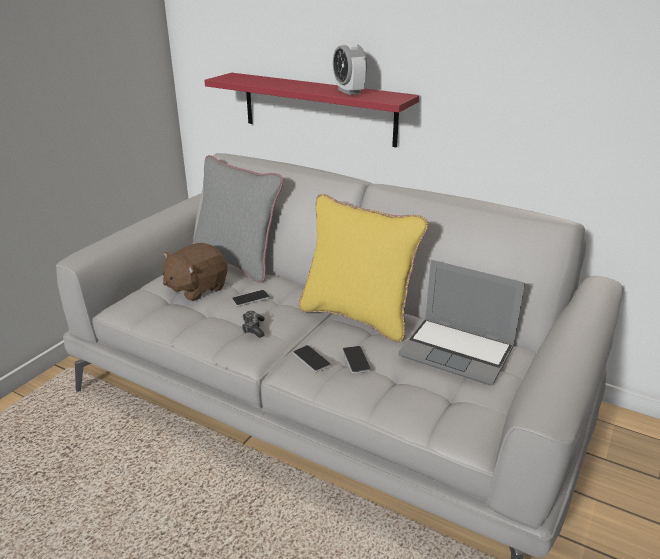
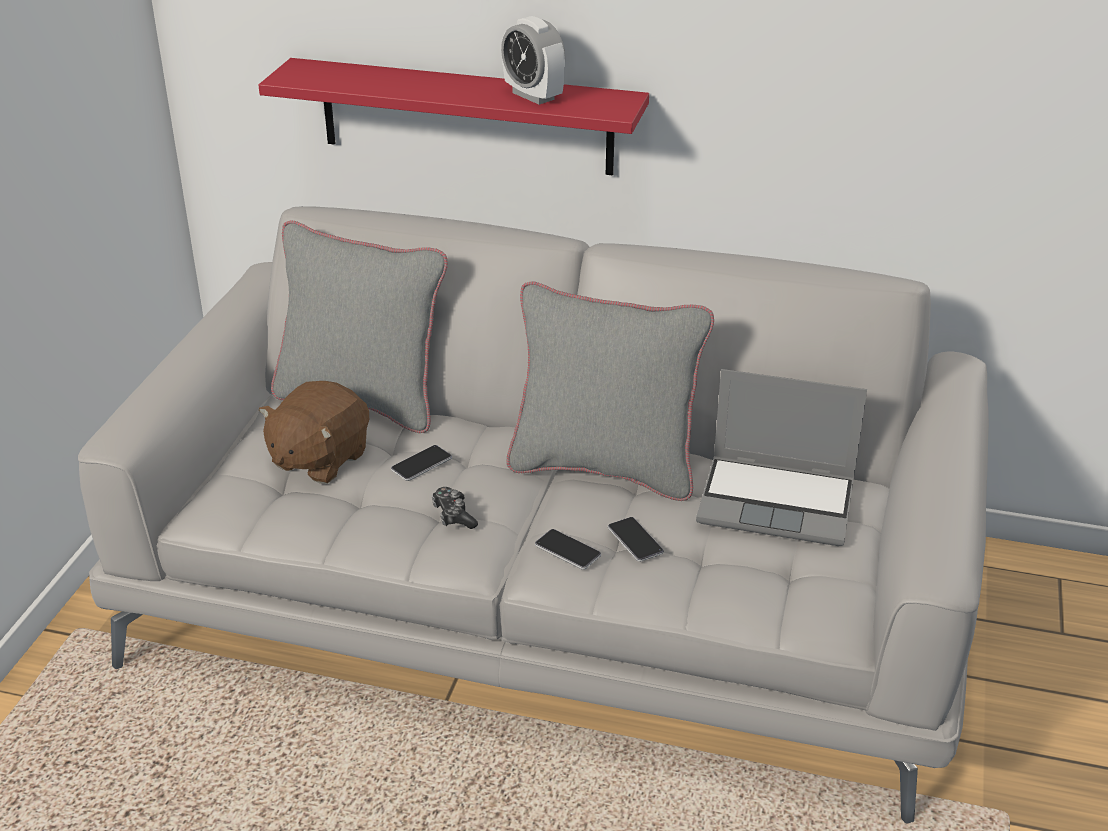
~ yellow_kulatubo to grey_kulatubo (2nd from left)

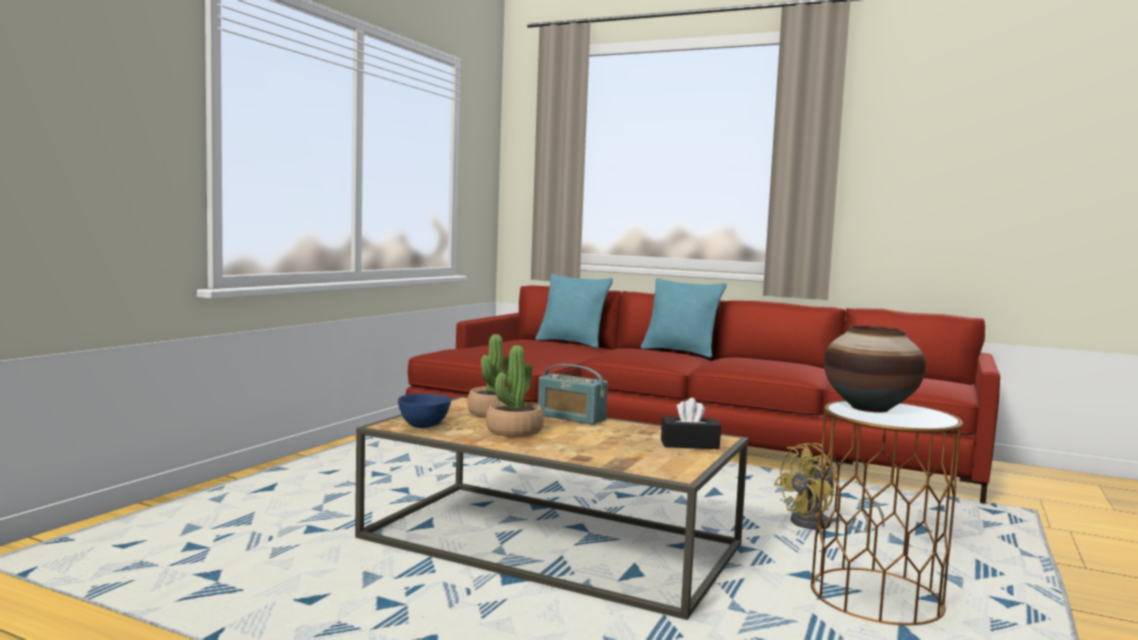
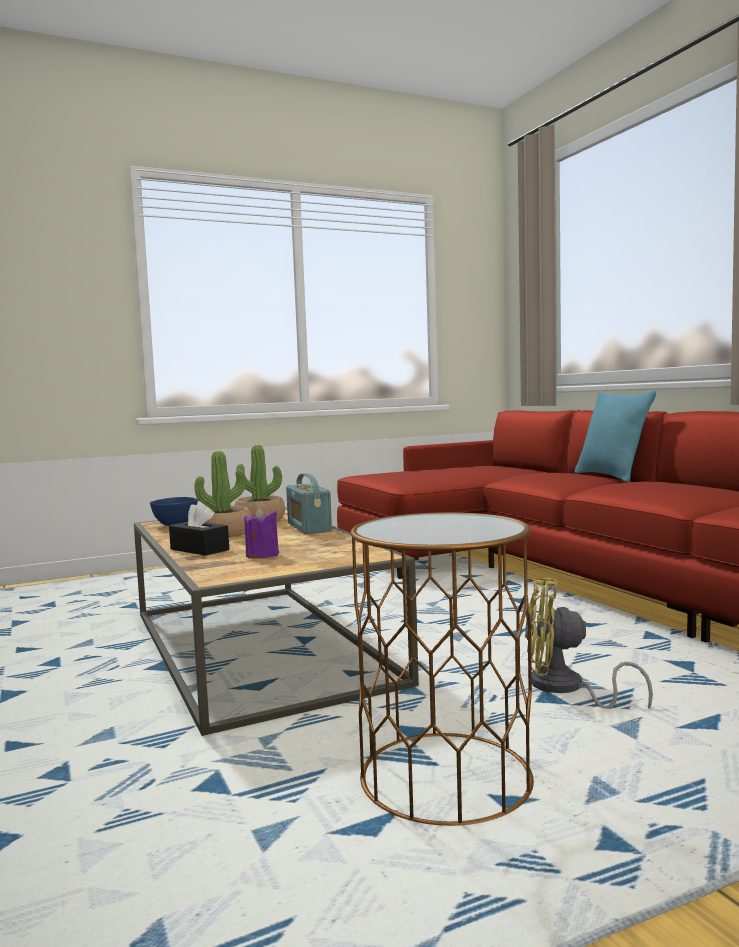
- turquoise_kulatubo (1st from left)
- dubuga
+ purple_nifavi
~ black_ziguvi

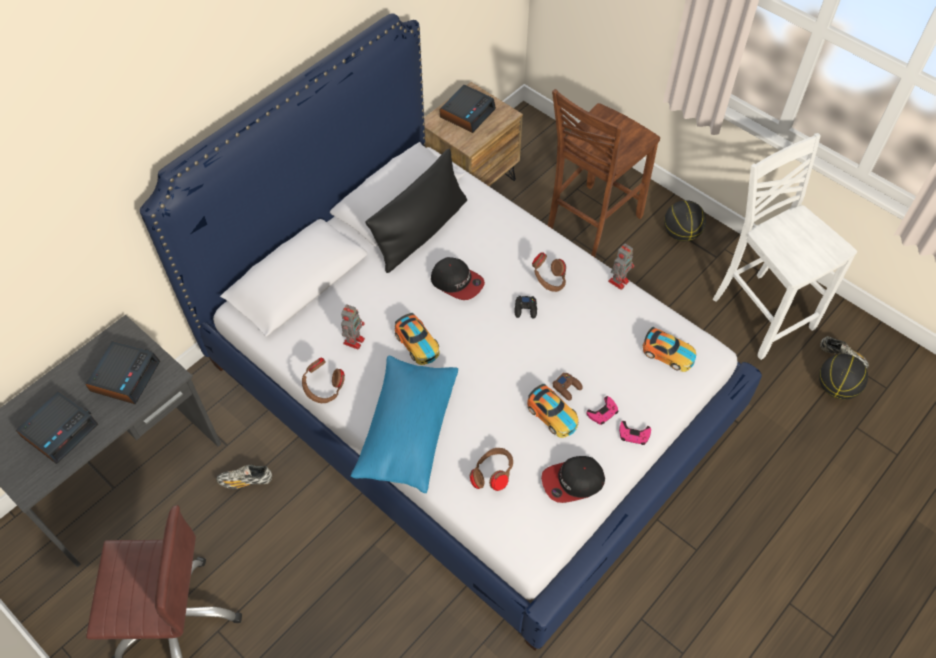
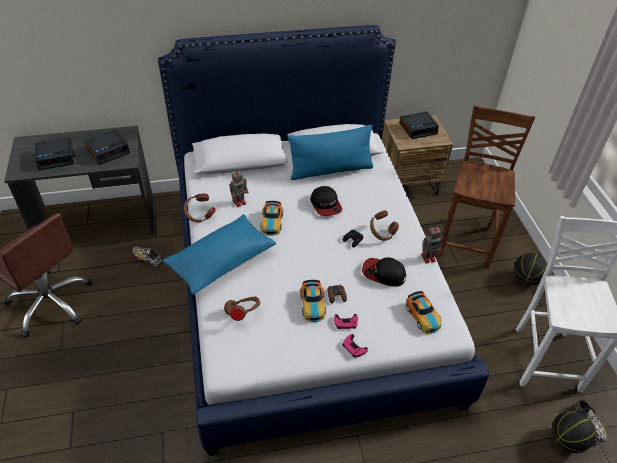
~ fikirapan (2nd from left)
~ black_kulatubo to blue_kulatubo (2nd from left)
~ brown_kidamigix 120 degrees clockwise

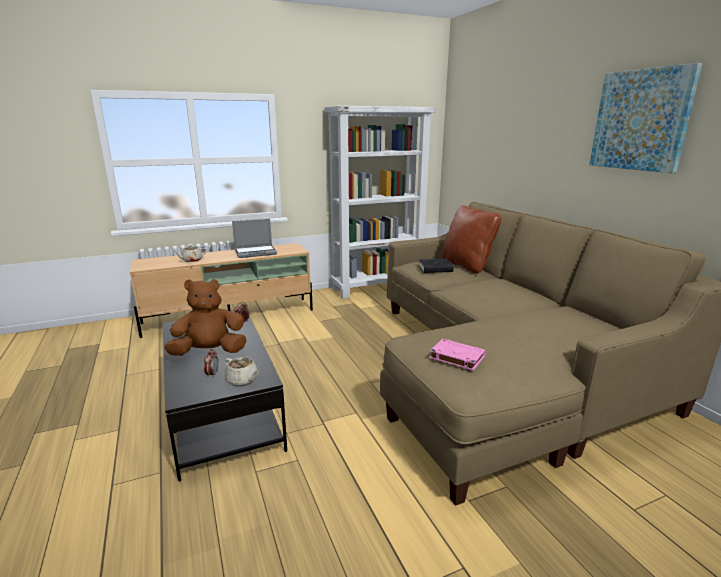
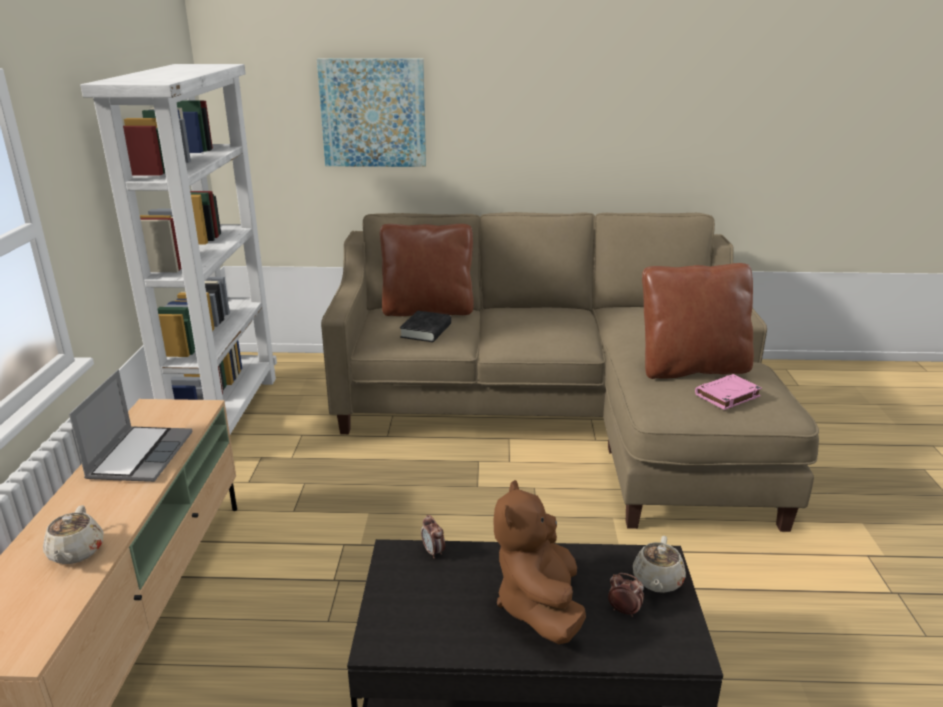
+ brown_kulatubo (2nd from left)
~ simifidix
~ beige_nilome (2nd from left) 135 degrees clockwise

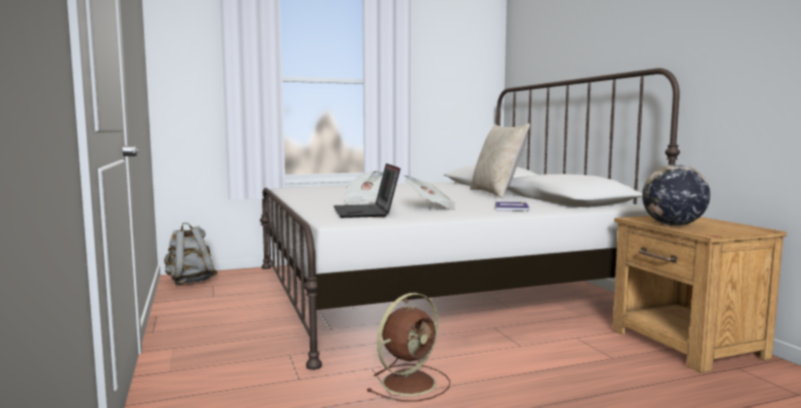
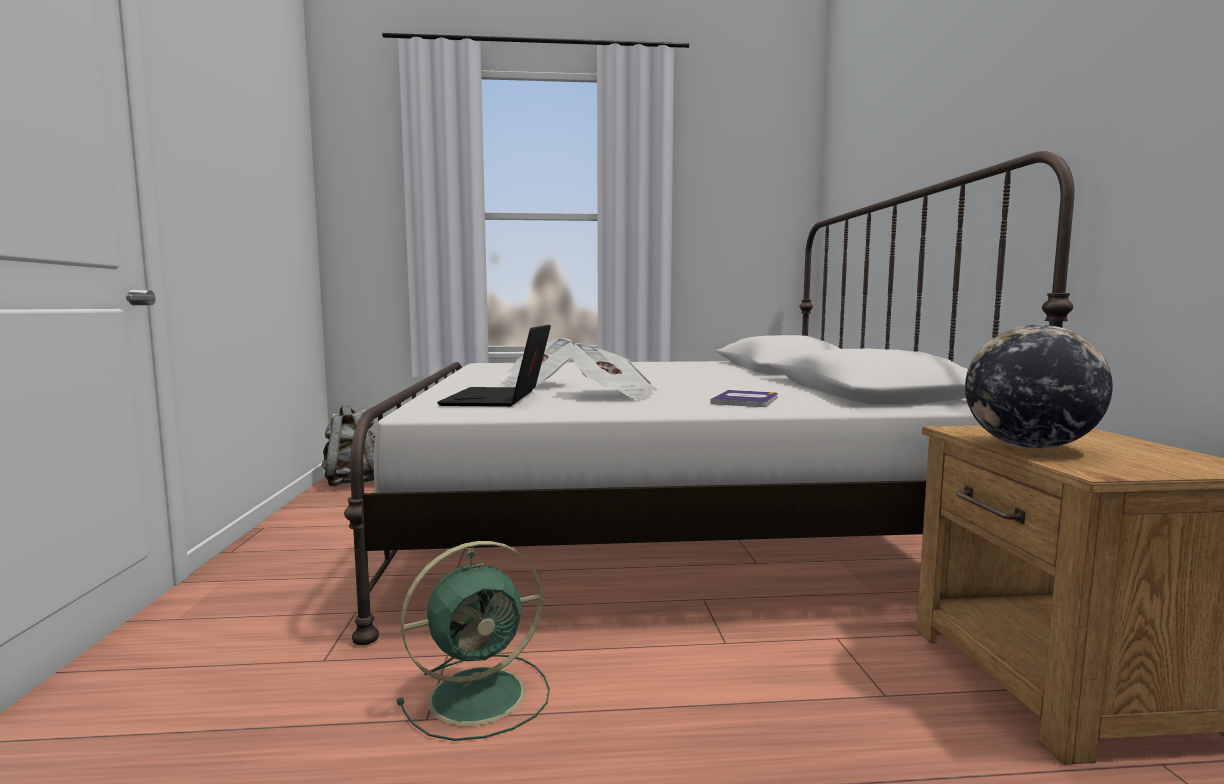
- beige_kulatubo
~ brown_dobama to green_dobama

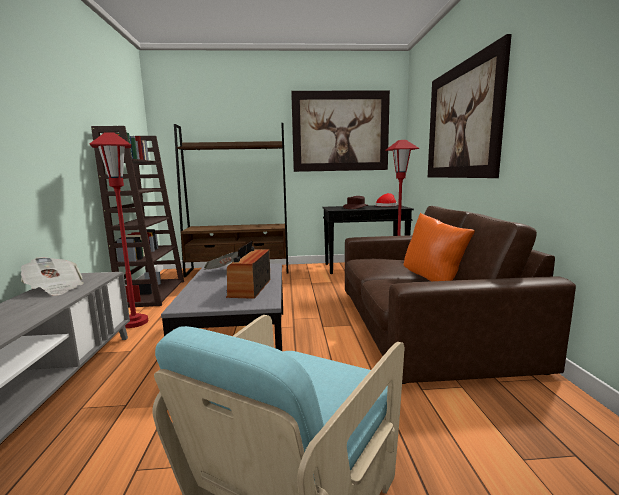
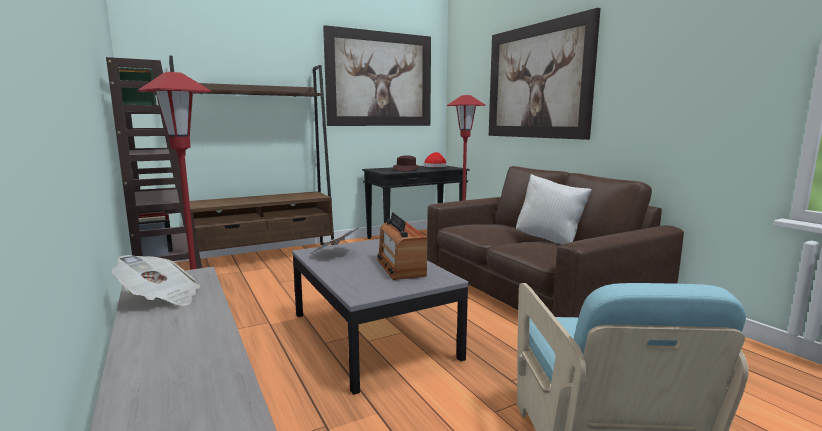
~ orange_kulatubo to white_kulatubo

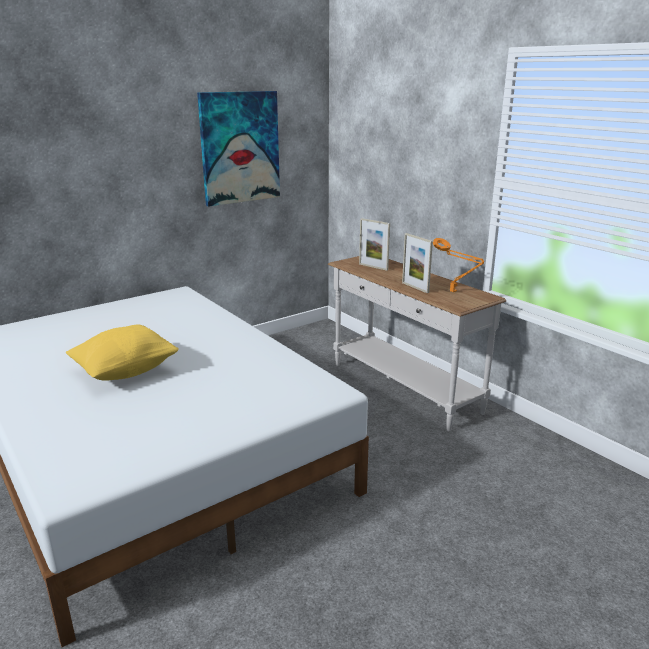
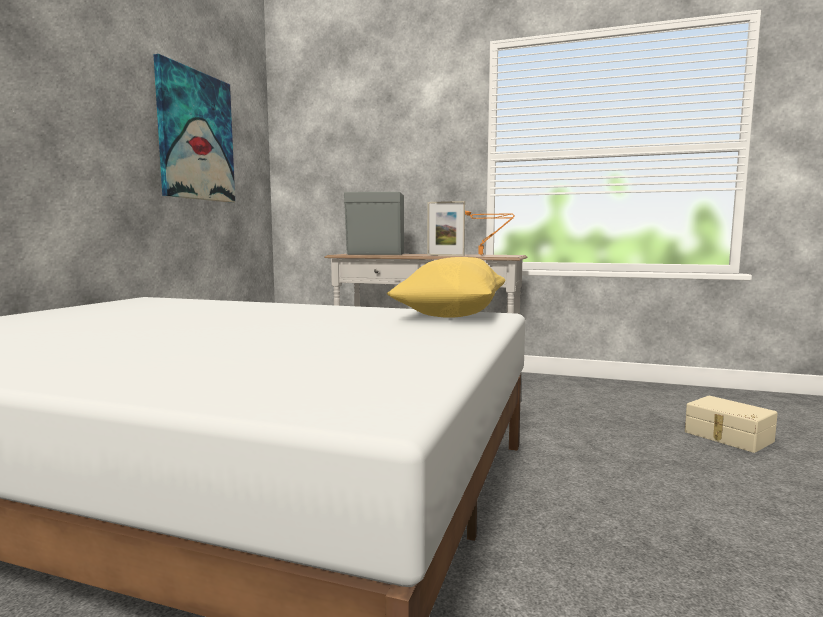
+ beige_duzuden
~ yellow_kulatubo
~ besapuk (1st from left) to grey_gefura

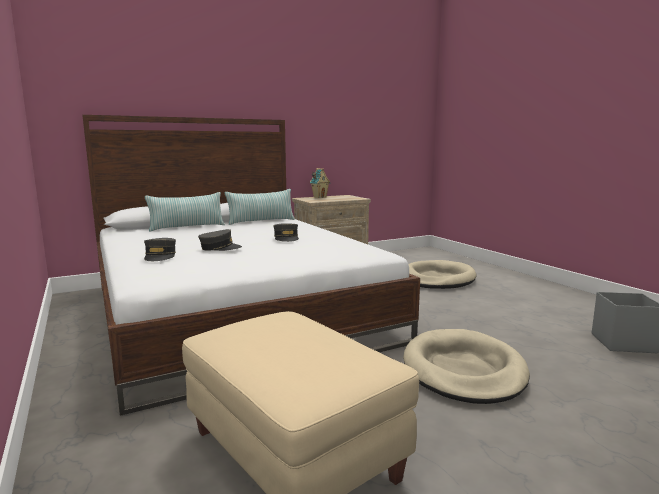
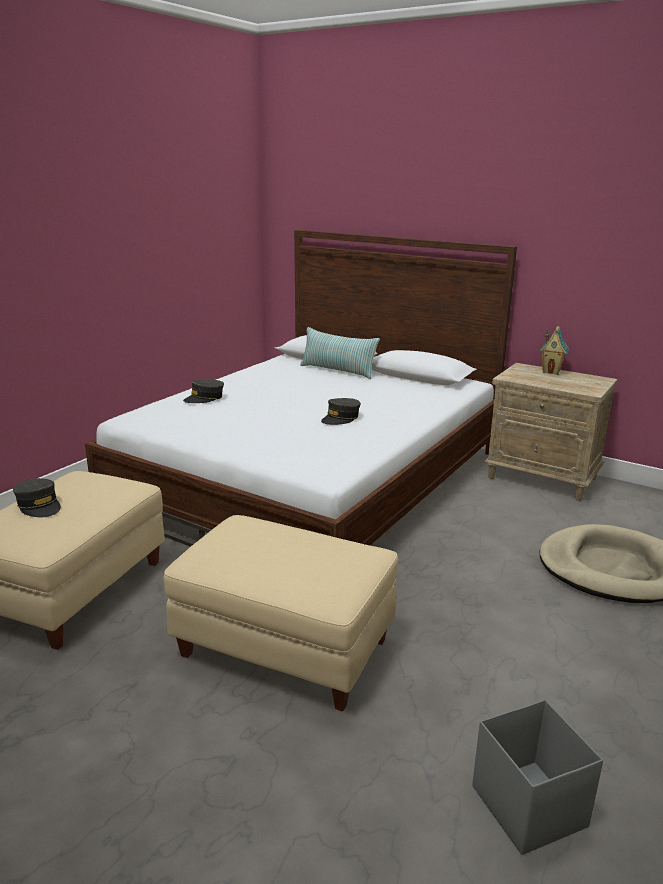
- kulatubo (2nd from left)
~ grey_fikirapan (2nd from left in the first image) to grey_fikirapan (1st from left)
~ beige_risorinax (2nd from left) to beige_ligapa (2nd from left)

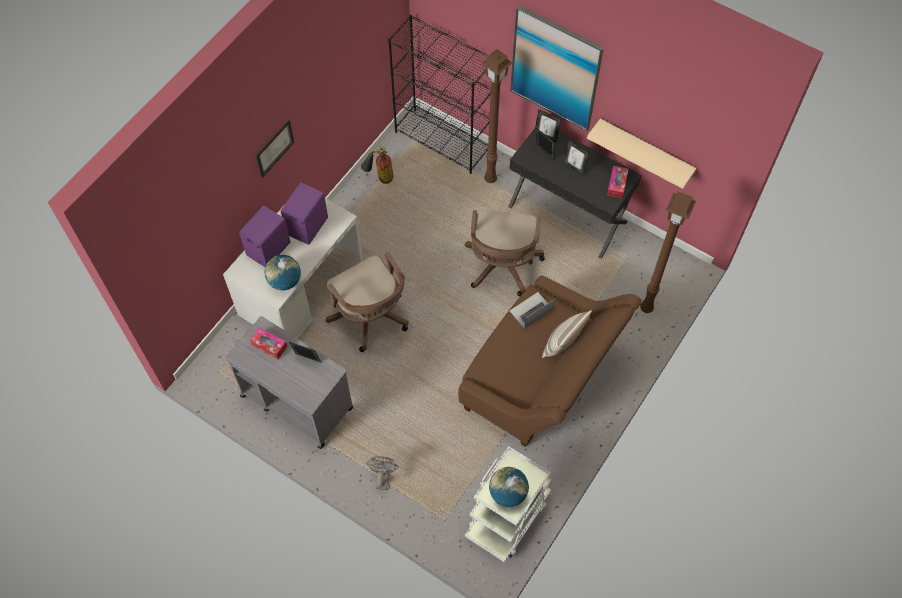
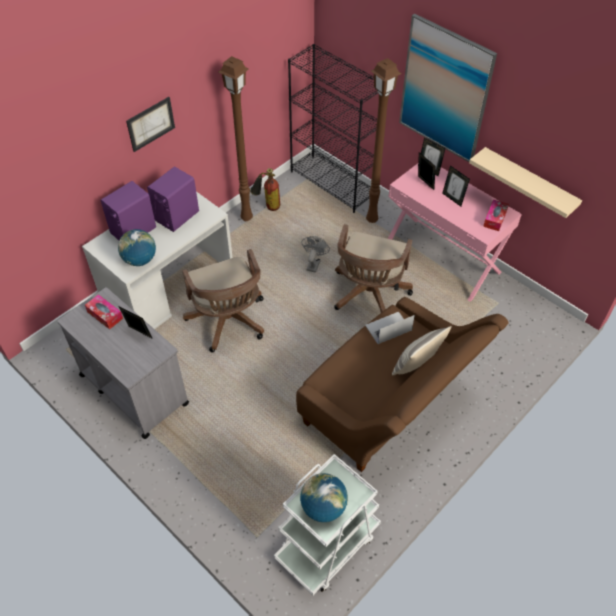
~ grey_dobama
~ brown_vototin (2nd from left in the first image) to brown_vototin (1st from left)
~ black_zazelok to pink_zazelok

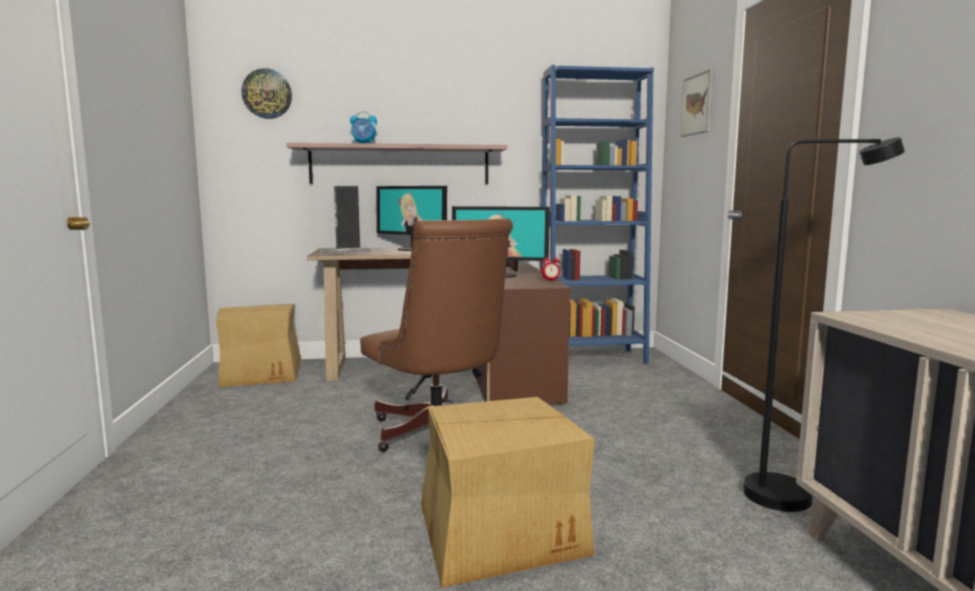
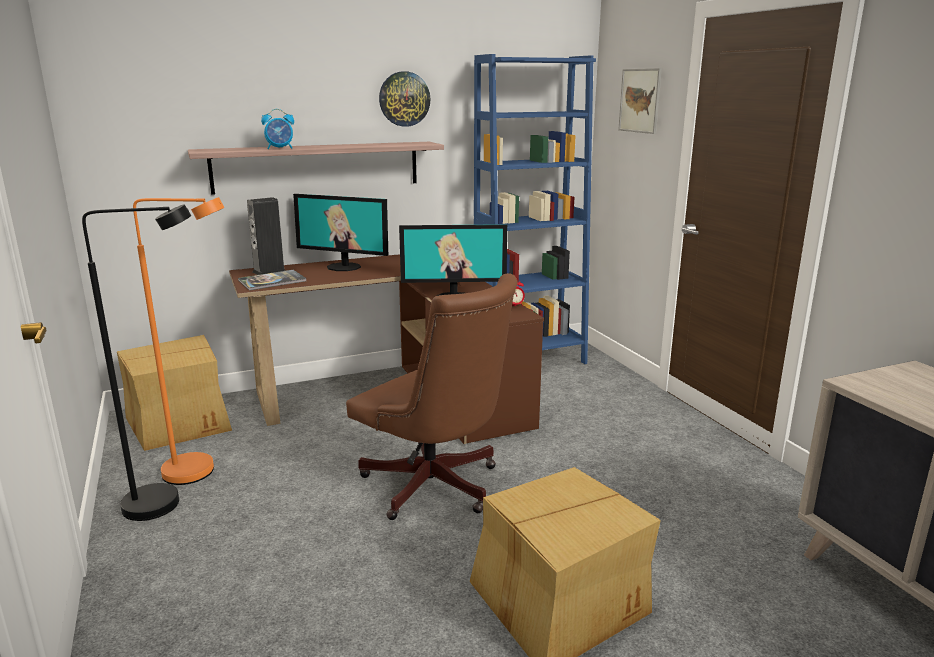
+ orange_vototin
~ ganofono
~ black_vototin

